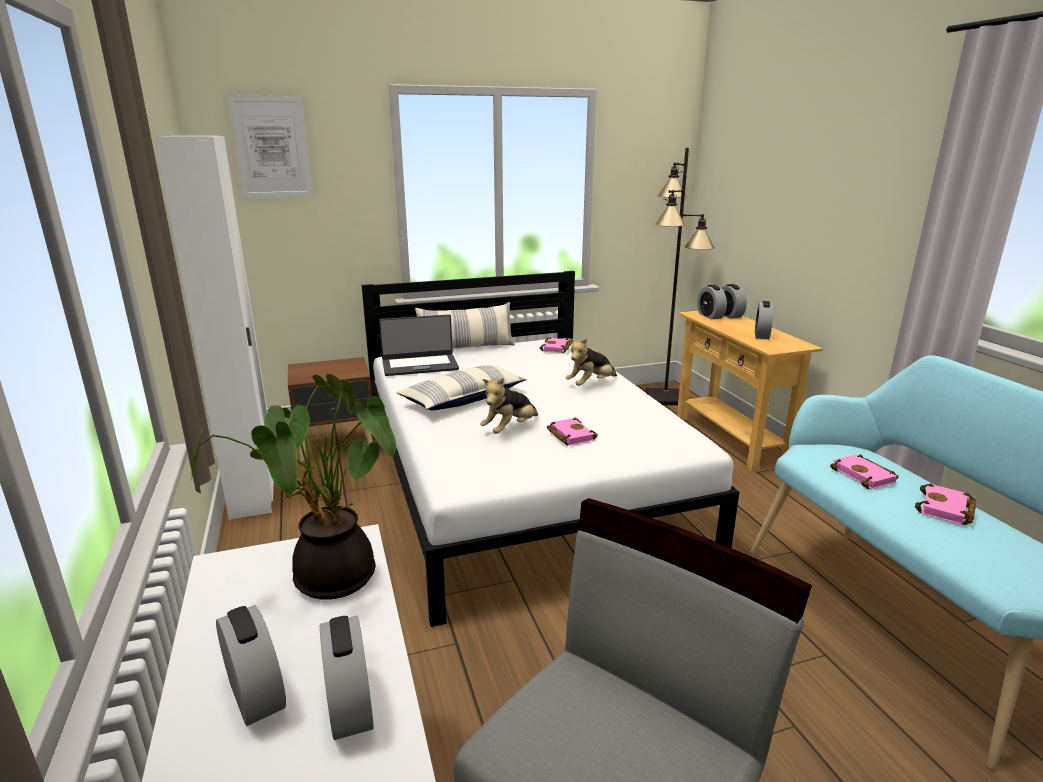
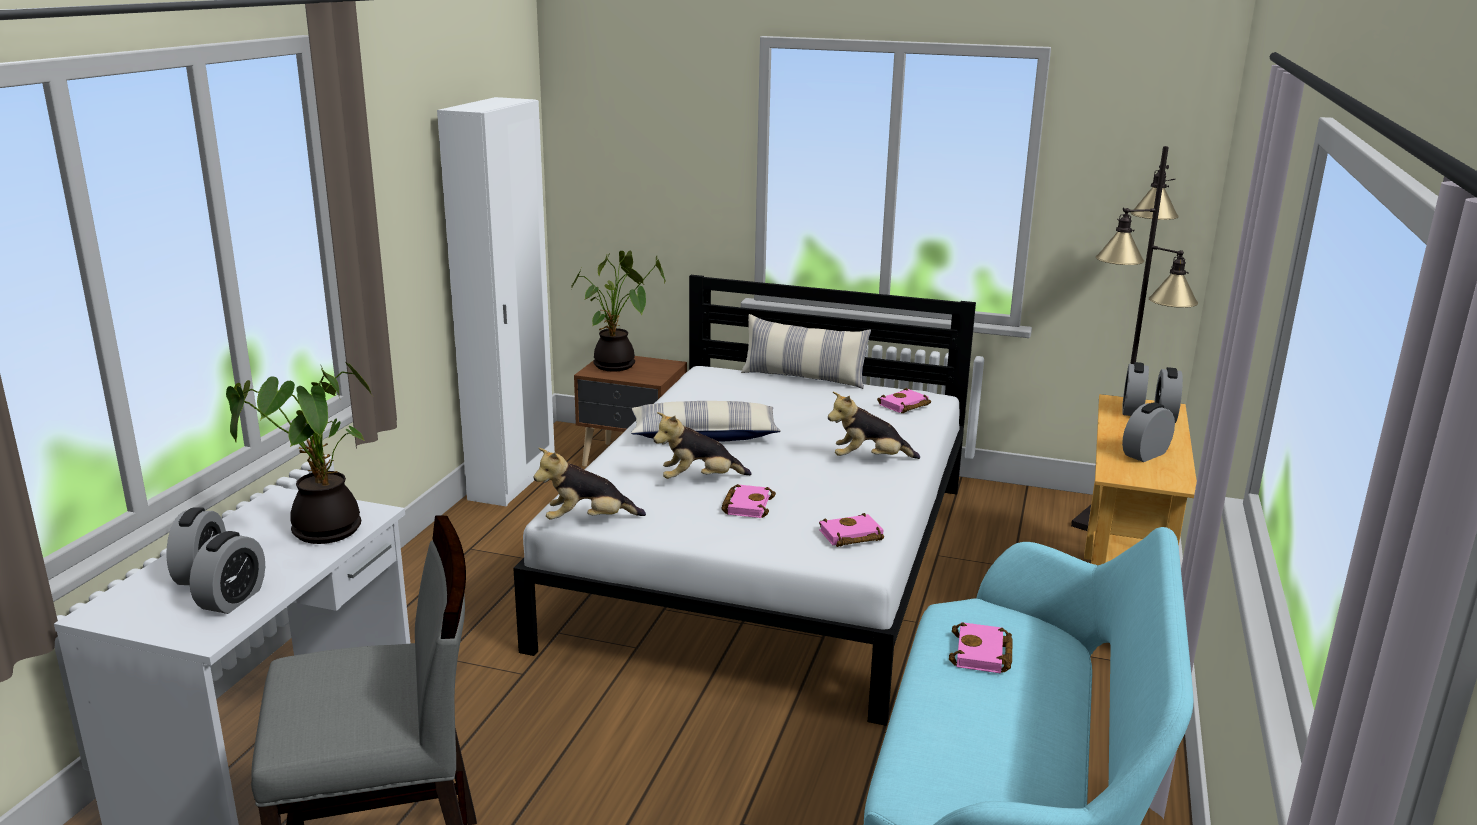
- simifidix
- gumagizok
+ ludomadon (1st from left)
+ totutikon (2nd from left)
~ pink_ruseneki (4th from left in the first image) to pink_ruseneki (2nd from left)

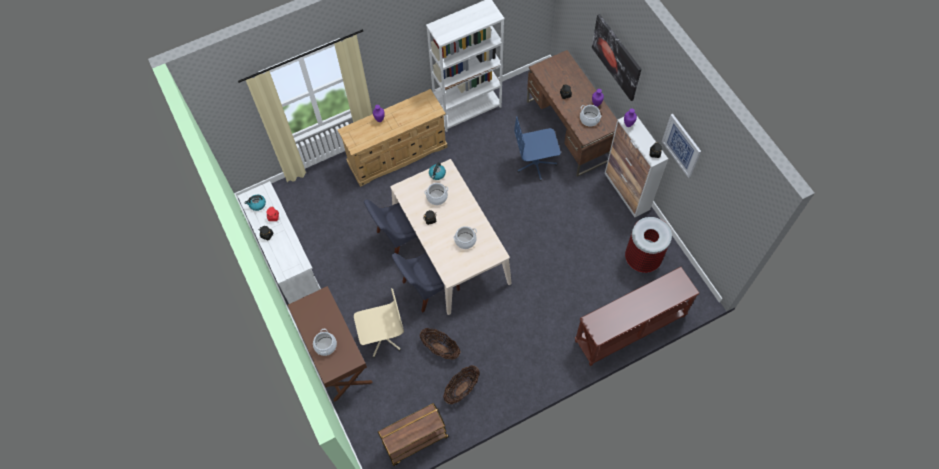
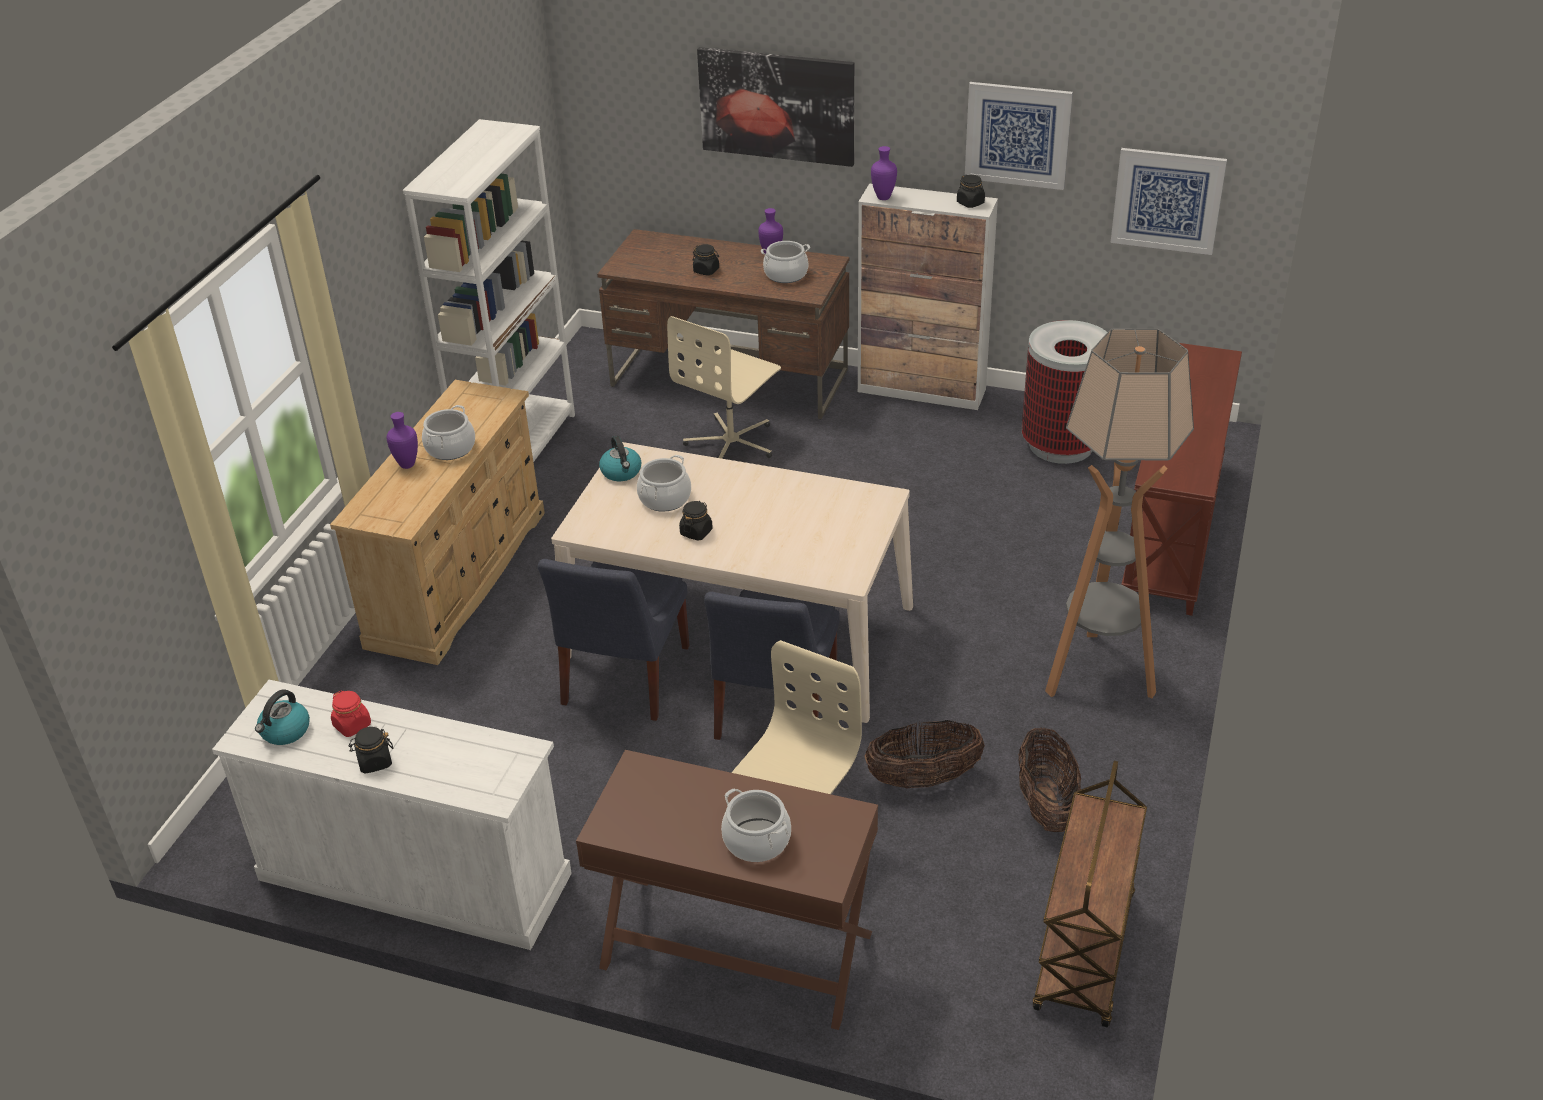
+ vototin
+ simifidix (3rd from left)
~ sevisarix (3rd from left in the first image) to sevisarix (1st from left)
~ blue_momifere to beige_momifere (1st from left)

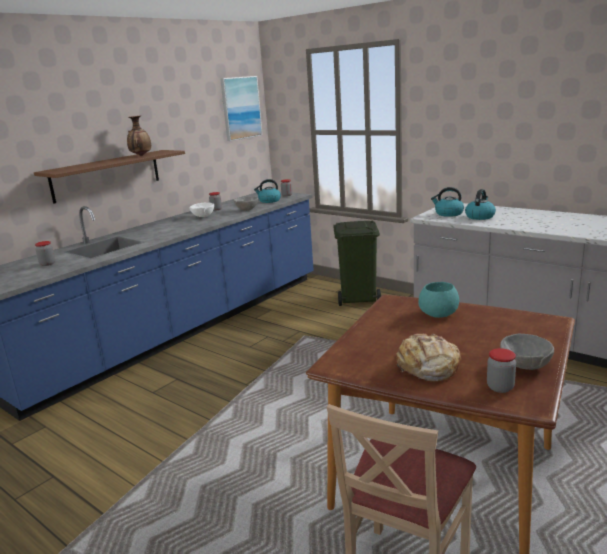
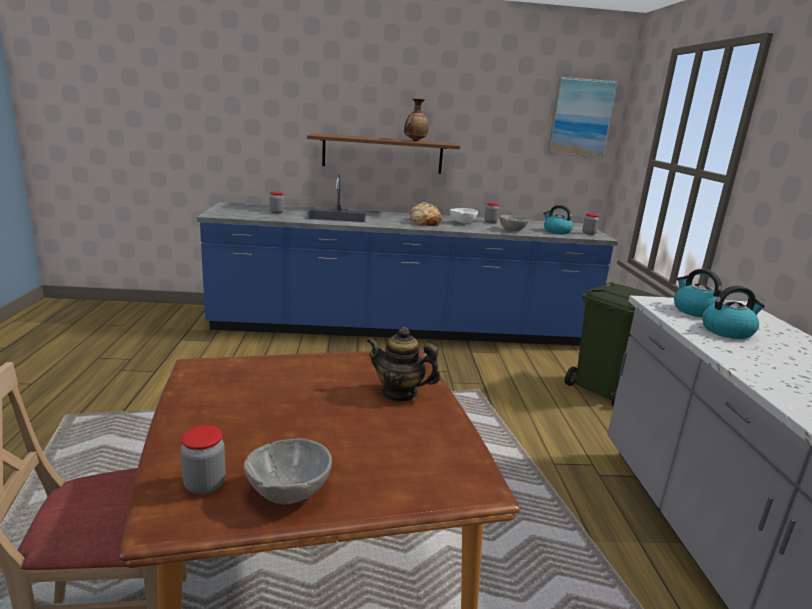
~ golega
~ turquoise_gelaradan to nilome

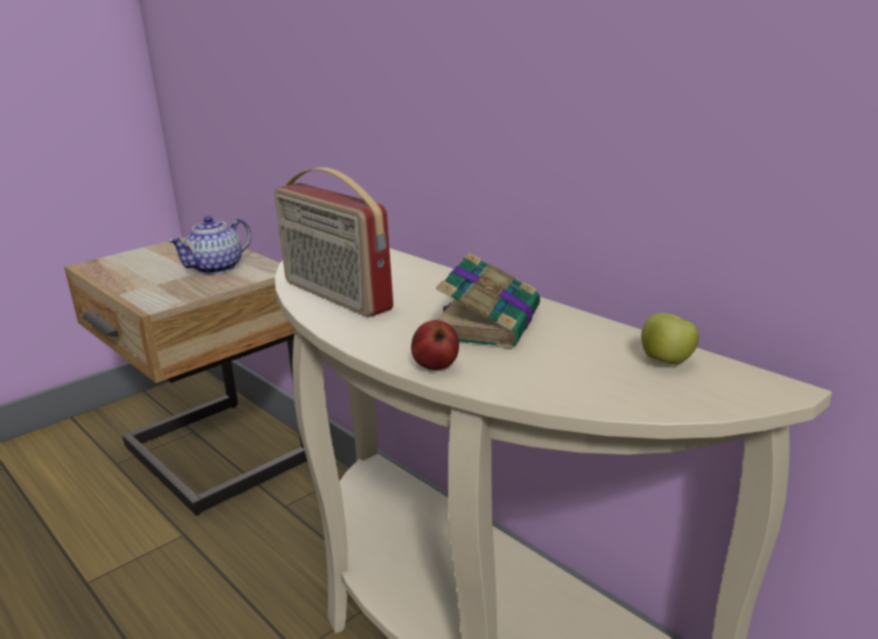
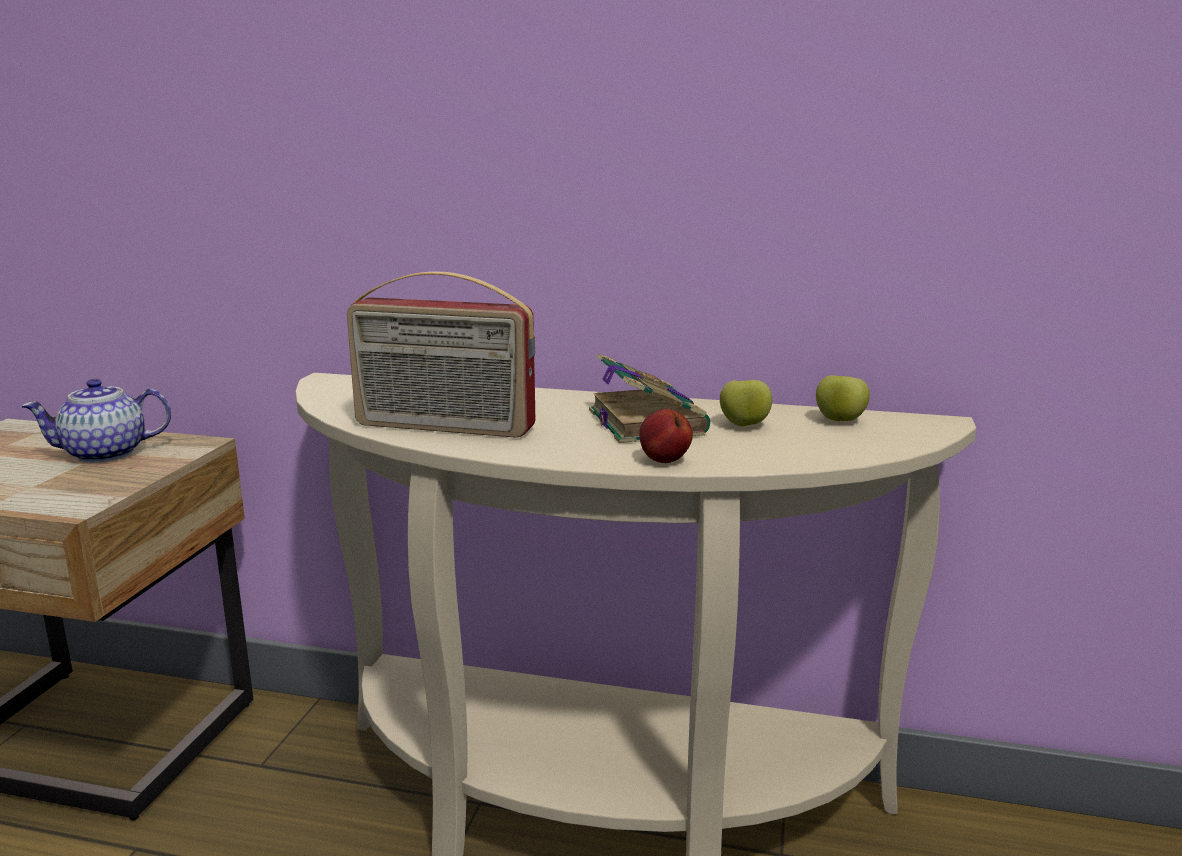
+ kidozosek (2nd from left)
~ nilome 60 degrees clockwise

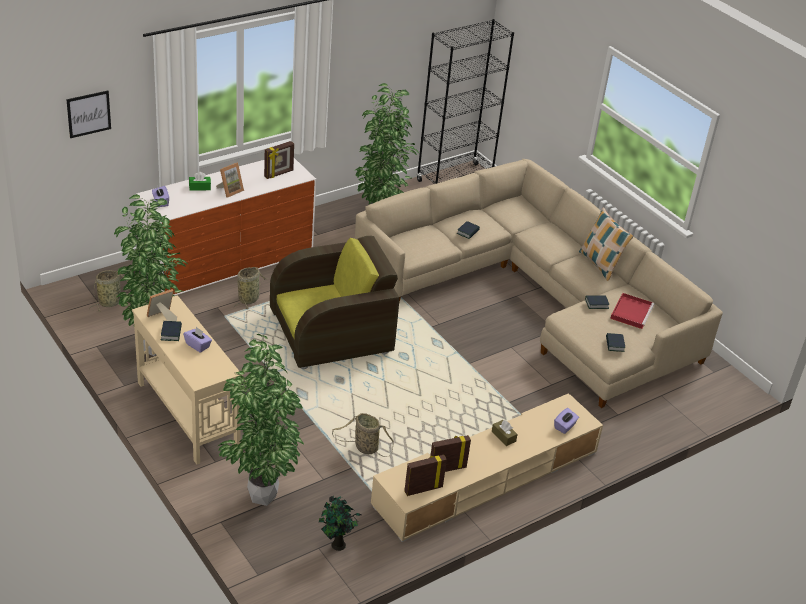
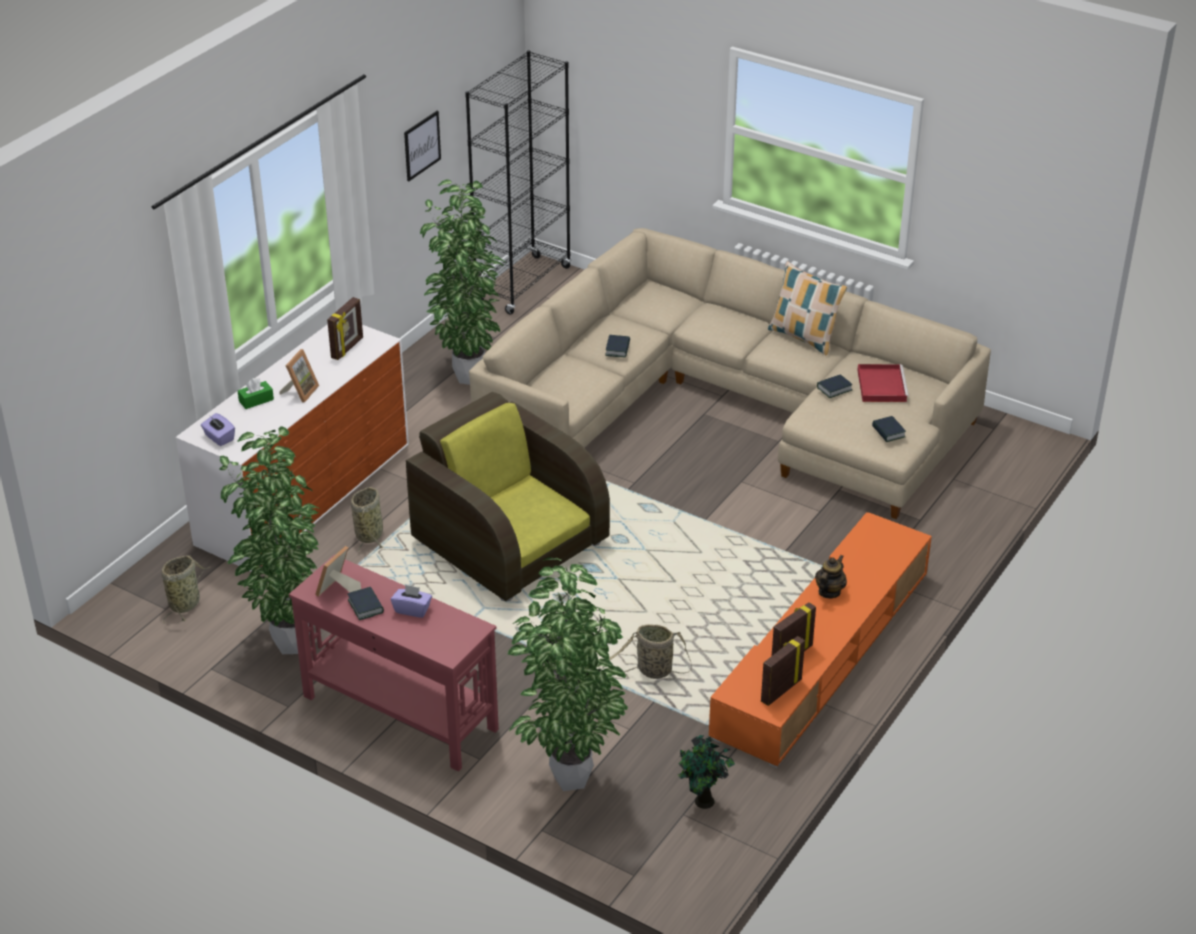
- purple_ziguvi (3rd from left)
~ simifidix
~ brown_ziguvi to nilome
~ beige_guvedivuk to red_guvedivuk
~ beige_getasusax to orange_getasusax
~ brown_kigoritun 90 degrees counterclockwise

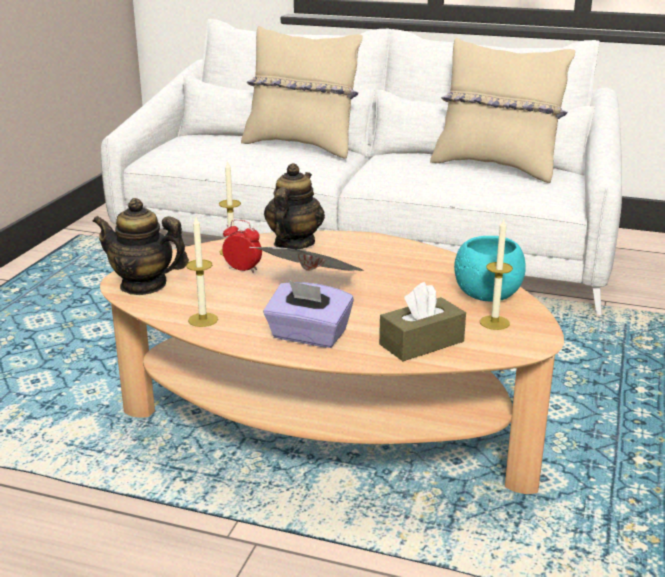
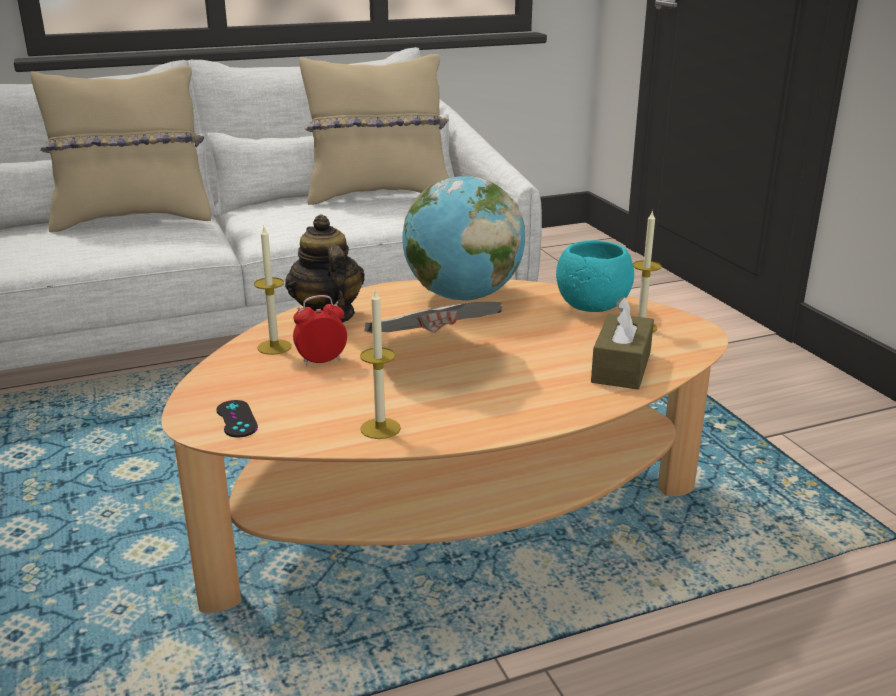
- purple_ziguvi
+ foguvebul
~ nilome (1st from left) to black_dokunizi

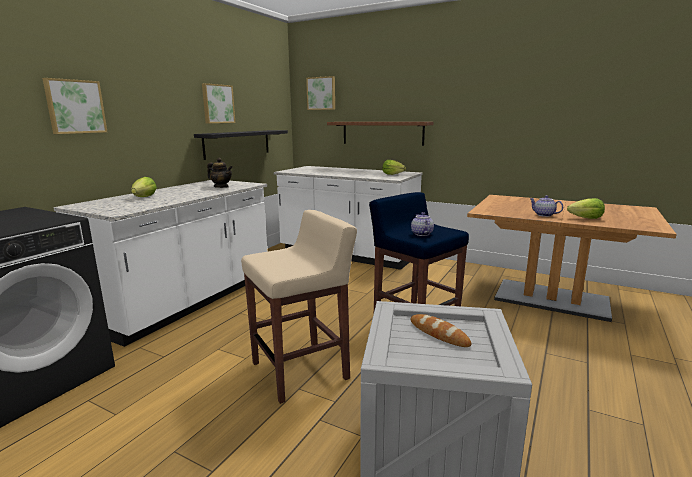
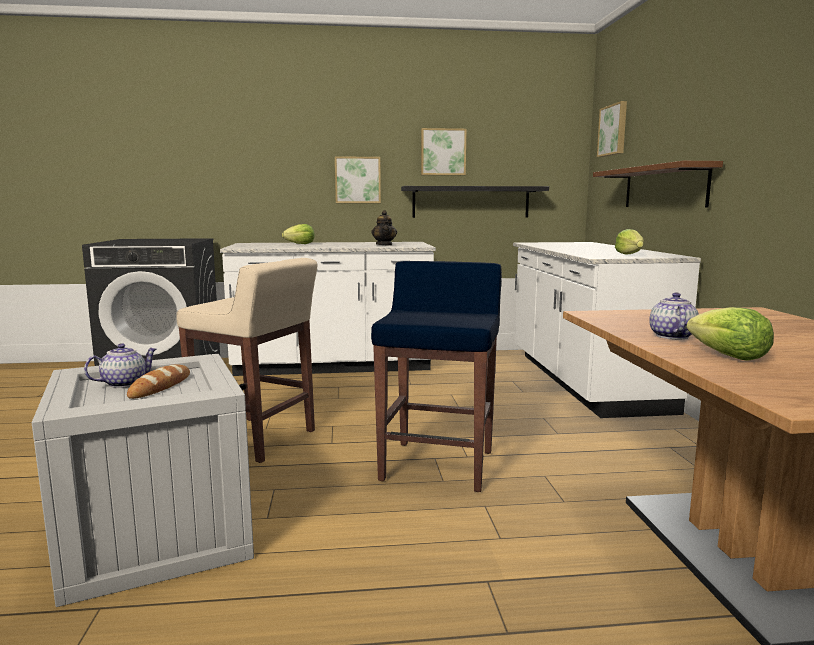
~ simifidix (1st from left)
~ nilome (2nd from left in the first image) to nilome (1st from left)

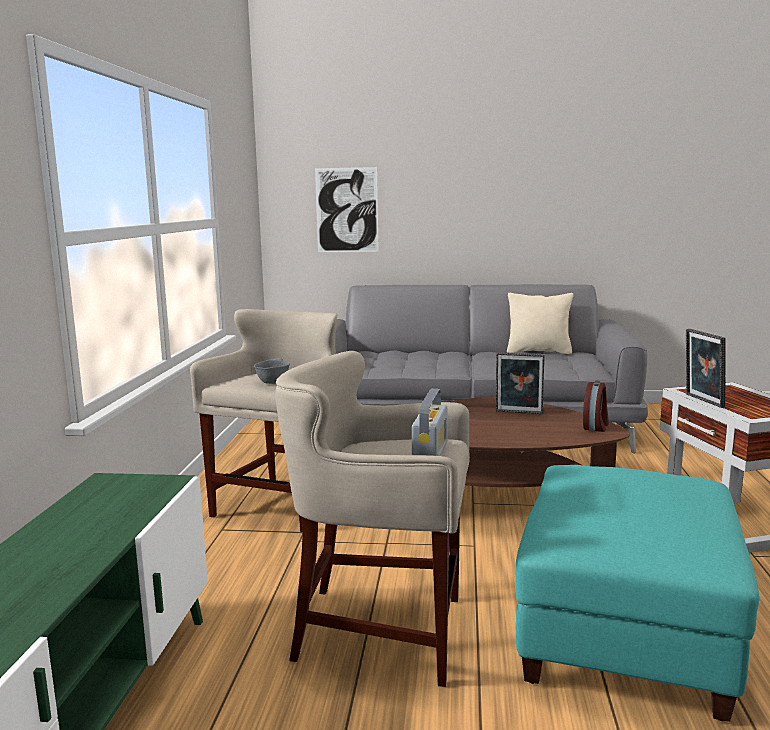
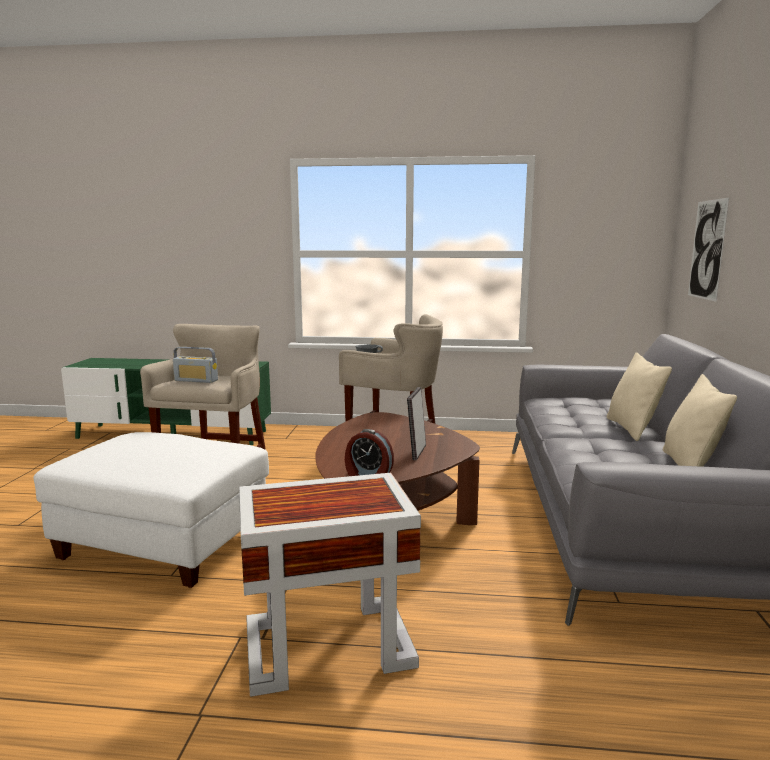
- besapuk (2nd from left)
+ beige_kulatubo (1st from left)
~ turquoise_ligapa to white_ligapa

